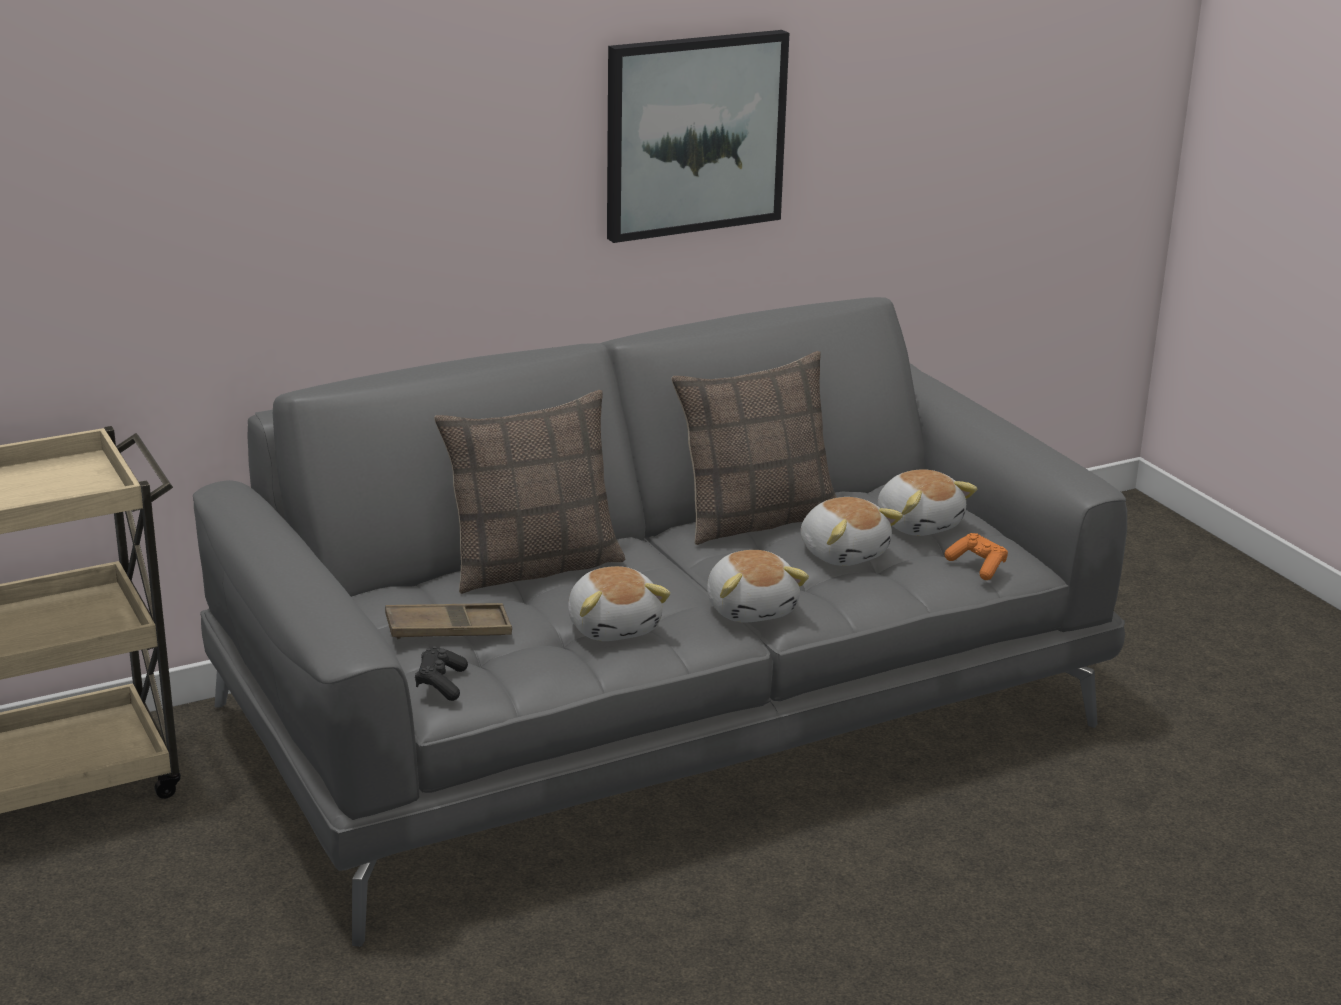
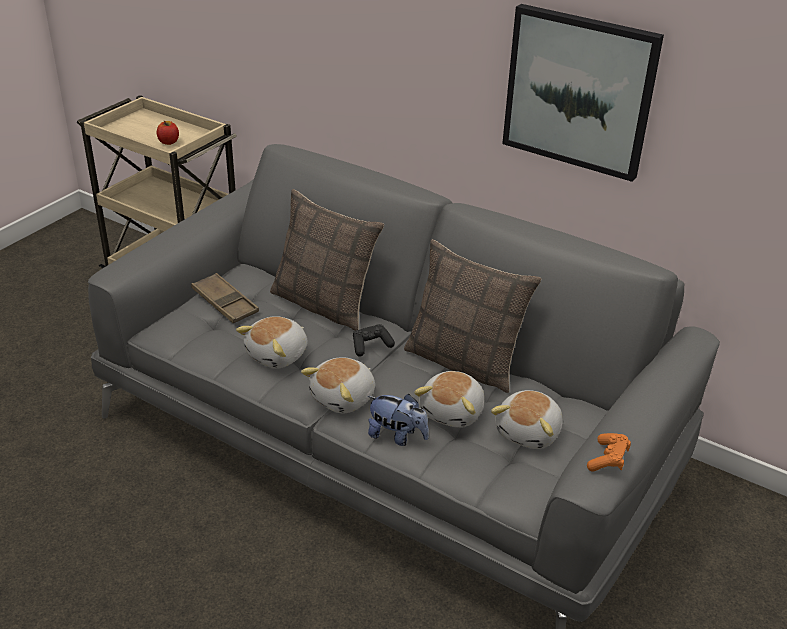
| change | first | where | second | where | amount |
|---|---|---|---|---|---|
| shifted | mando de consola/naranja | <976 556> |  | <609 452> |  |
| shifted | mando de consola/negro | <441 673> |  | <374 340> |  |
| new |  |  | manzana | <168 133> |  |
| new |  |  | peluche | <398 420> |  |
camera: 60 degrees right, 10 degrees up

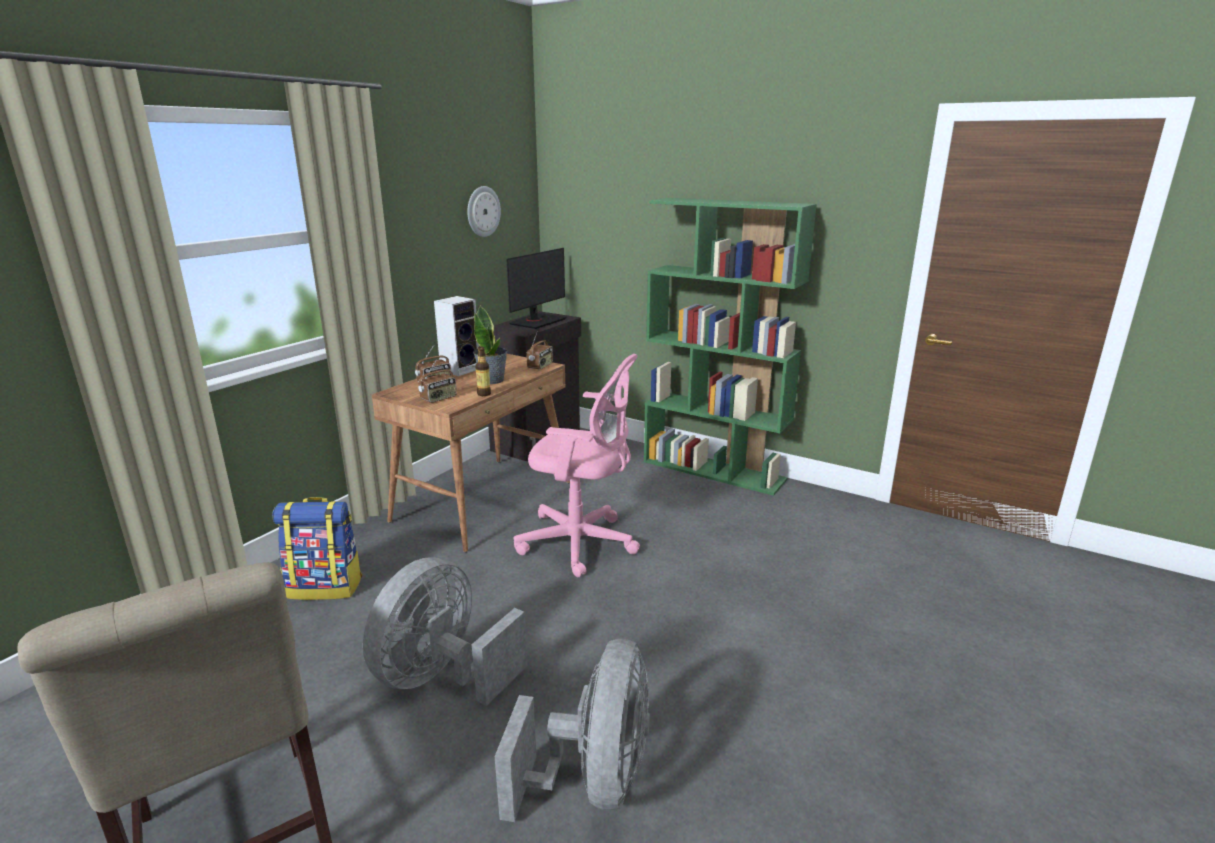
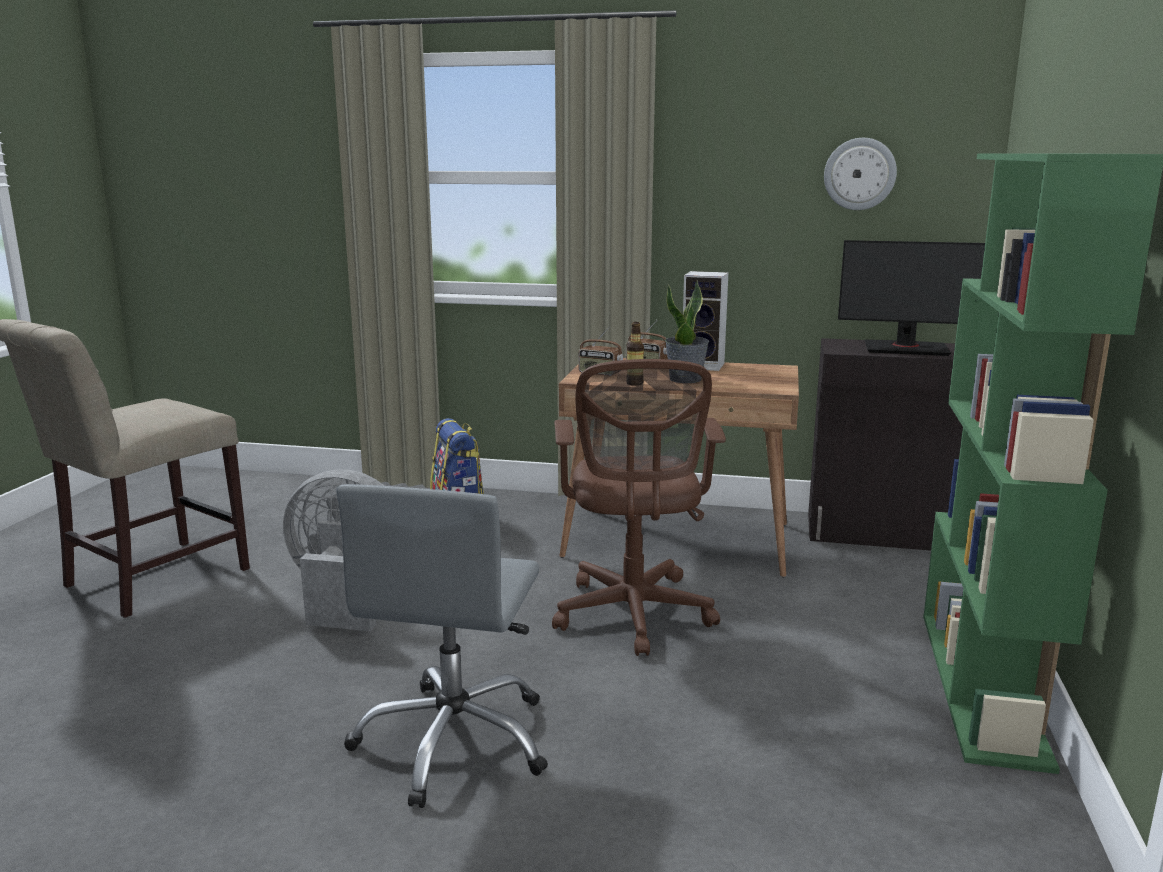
| change | first | where | second | where | amount |
|---|---|---|---|---|---|
| gone | radio | <539 351> |  |  |  |
| repainted | silla de oficina/rosa | <577 465> | silla de oficina/marrón | <639 507> |  |
| gone | ventilador/gris | <572 730> |  |  |  |
| new |  |  | silla de oficina/gris | <442 646> |  |
camera: 70 degrees right, 5 degrees down

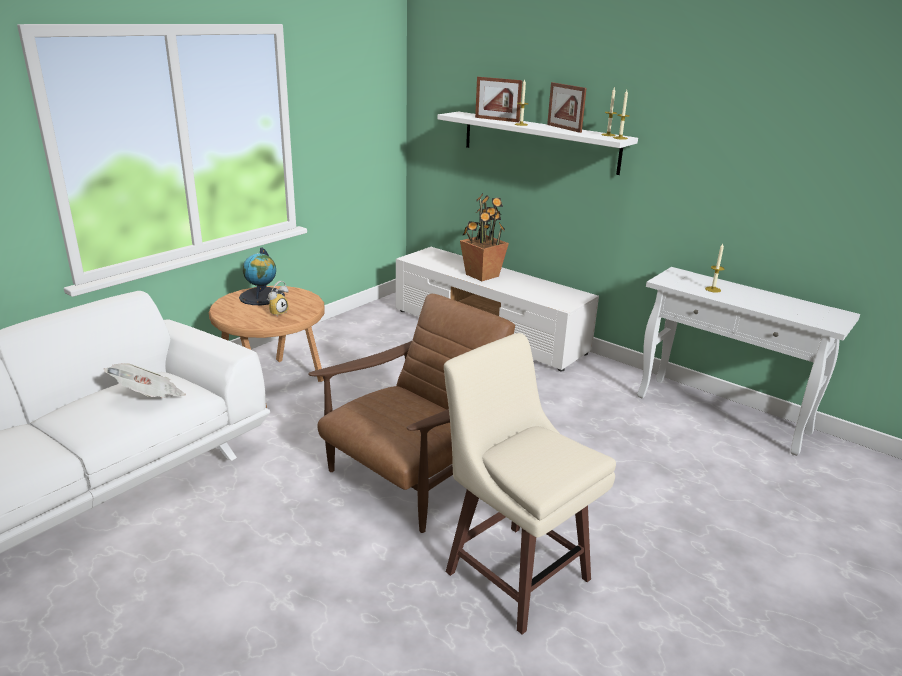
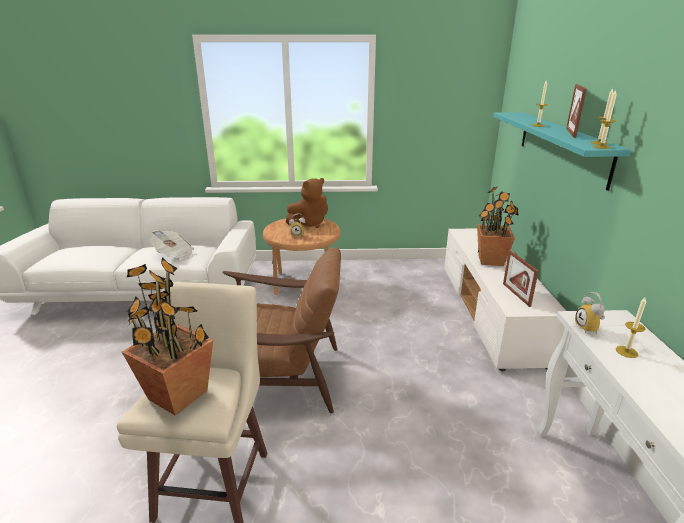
| change | first | where | second | where | amount |
|---|---|---|---|---|---|
| shifted | portarretratos | <498 100> |  | <521 278> |  |
| repainted | estante/blanco | <537 143> | estante/turquesa | <562 151> |  |
| swapped | globo terráqueo | <262 276> | peluche/marrón | <307 203> |  |
| new |  |  | planta en maceta | <167 336> |  |
| new |  |  | despertador | <590 313> |  |
camera: 50 degrees right, 0 degrees up

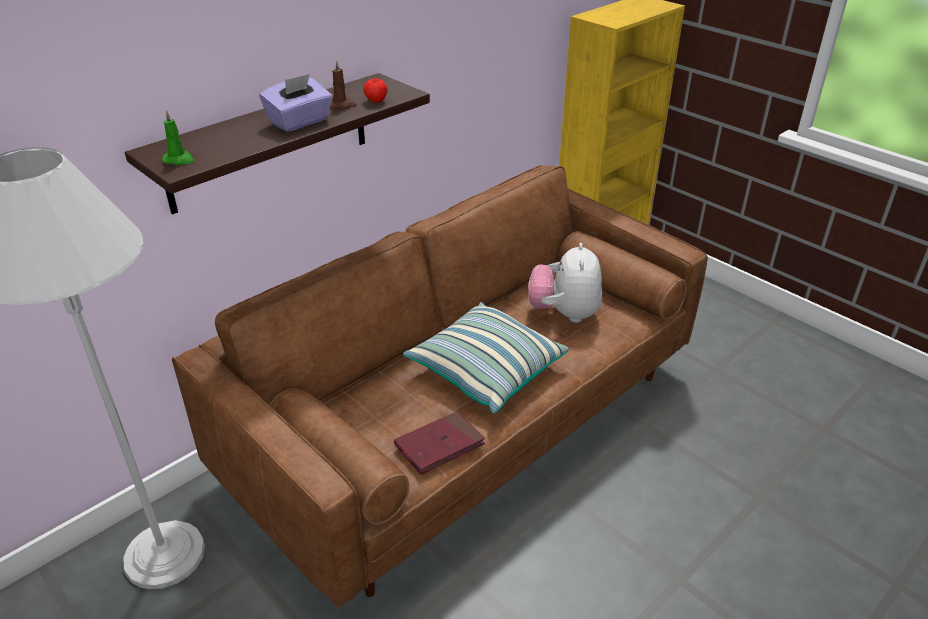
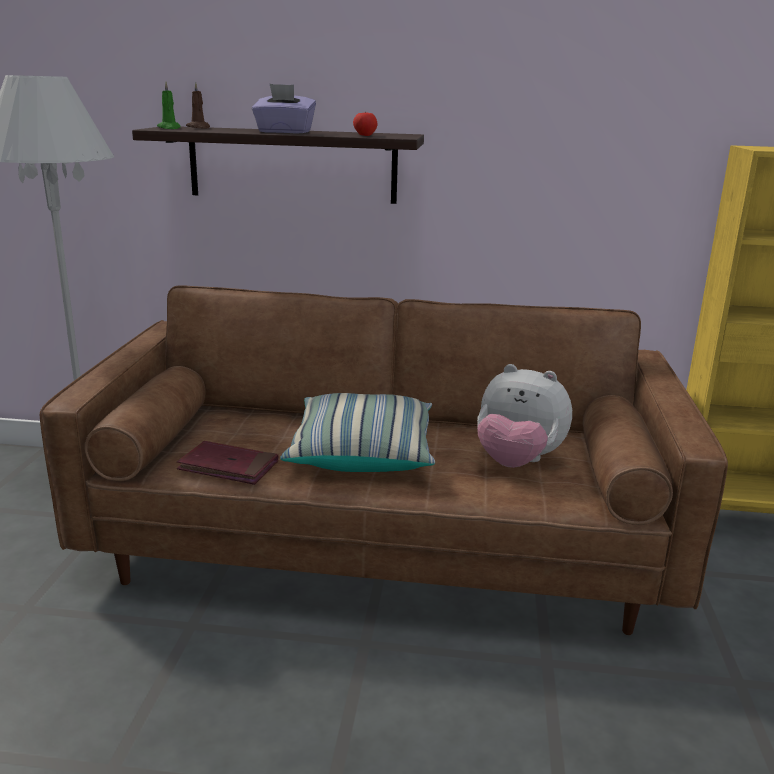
| change | first | where | second | where | amount |
|---|---|---|---|---|---|
| shifted | vela/marrón | <343 84> |  | <198 105> |  |
| rotated | peluche | <565 283> |  | <524 416> | 120 degrees counterclockwise |
camera: 50 degrees right, 15 degrees down

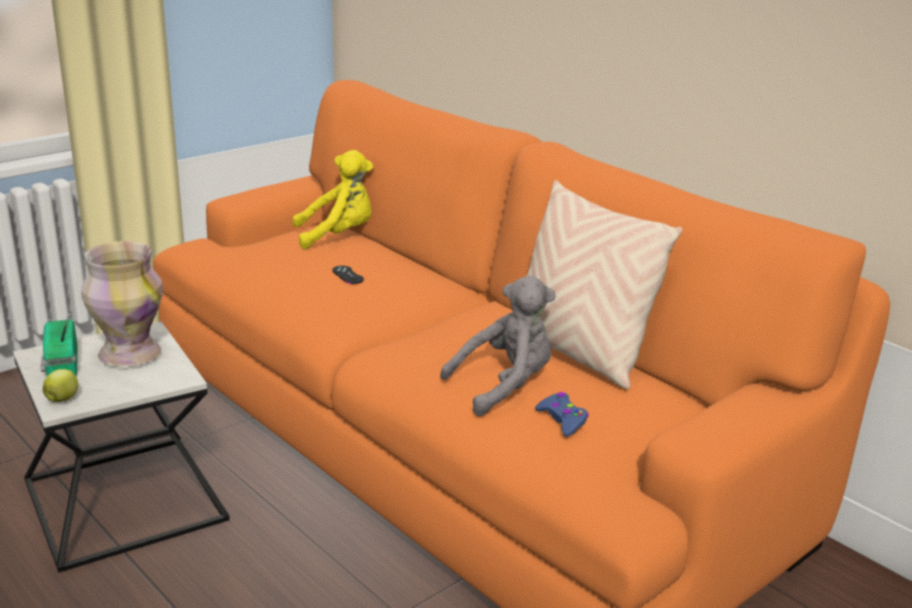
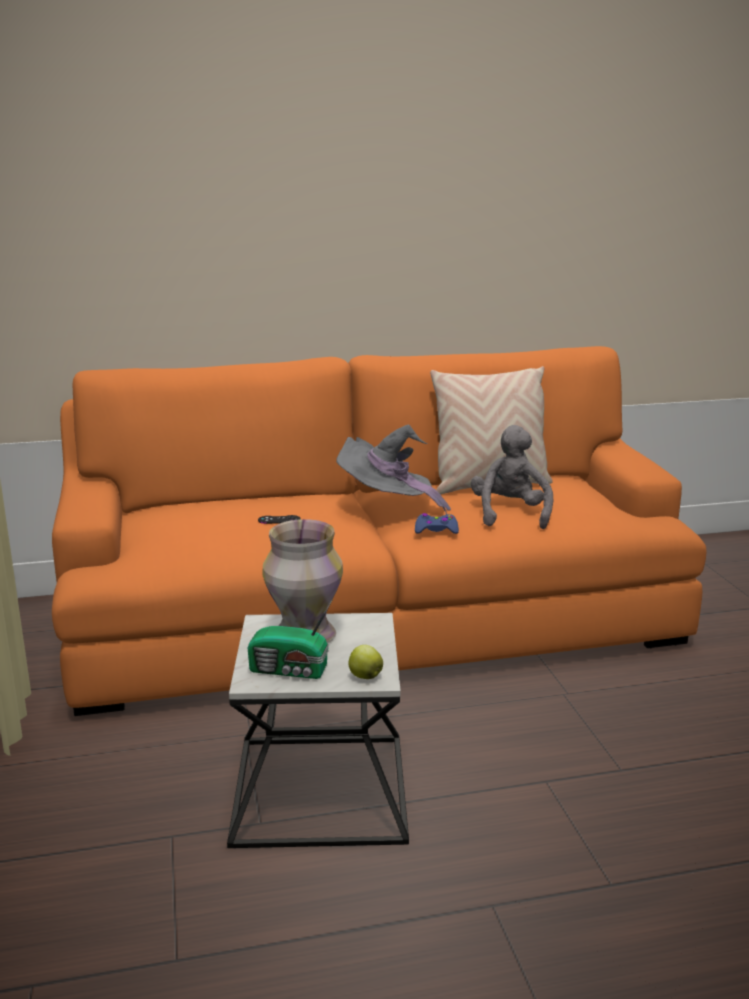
| change | first | where | second | where | amount |
|---|---|---|---|---|---|
| gone | peluche/amarillo | <333 199> |  |  |  |
| shifted | mando de consola/azul | <562 414> |  | <437 523> |  |
| new |  |  | sombrero/gris | <393 469> |  |
camera: 60 degrees left, 5 degrees down

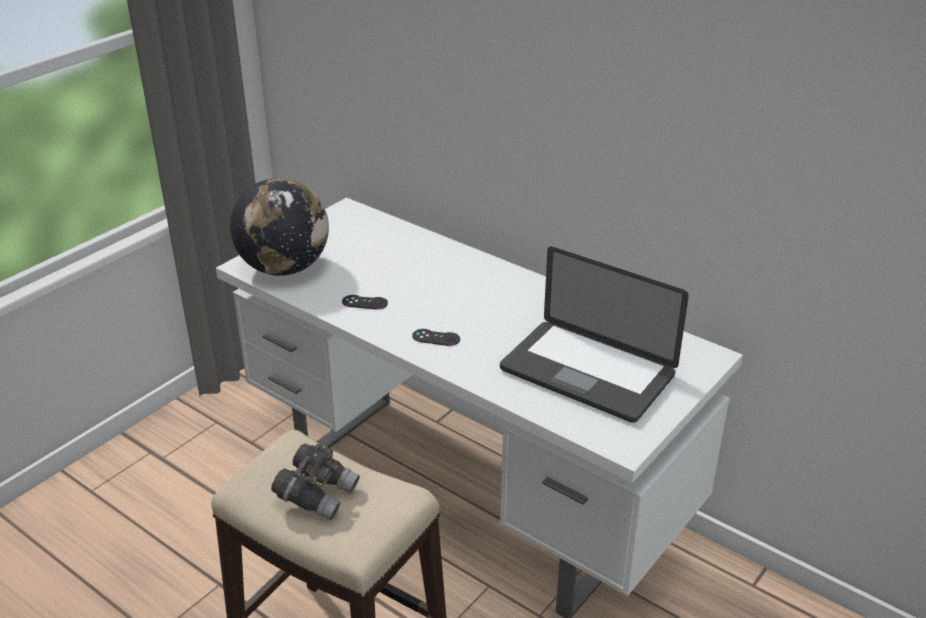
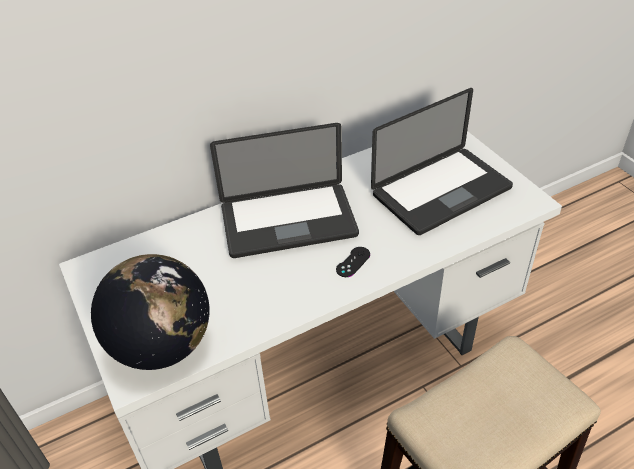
| change | first | where | second | where | amount |
|---|---|---|---|---|---|
| gone | mando de consola/negro | <365 302> |  |  |  |
| gone | prismáticos/gris | <315 481> |  |  |  |
| new |  |  | portátil | <284 190> |  |
camera: 65 degrees left, 10 degrees up

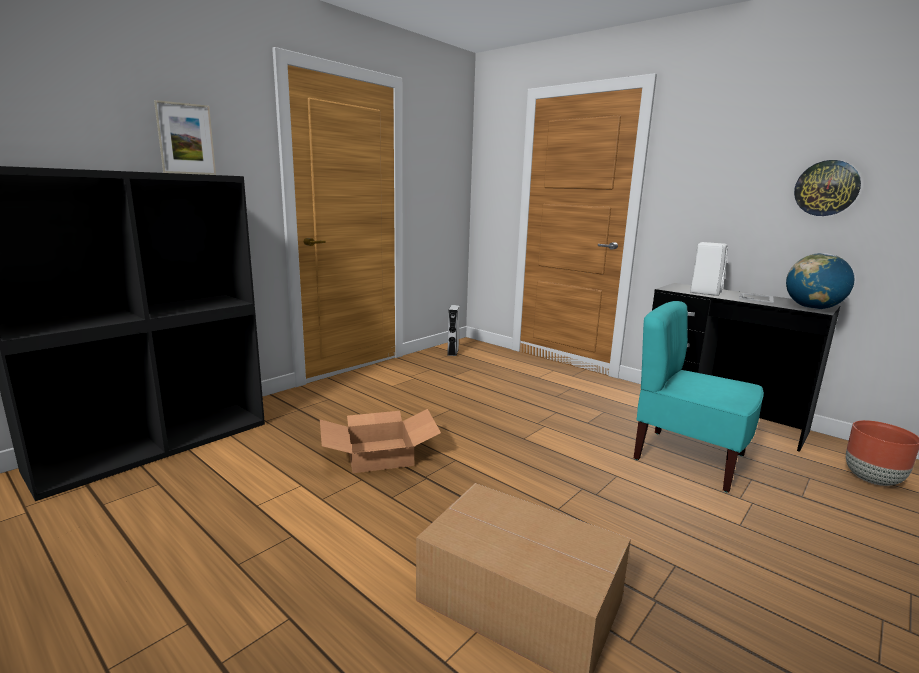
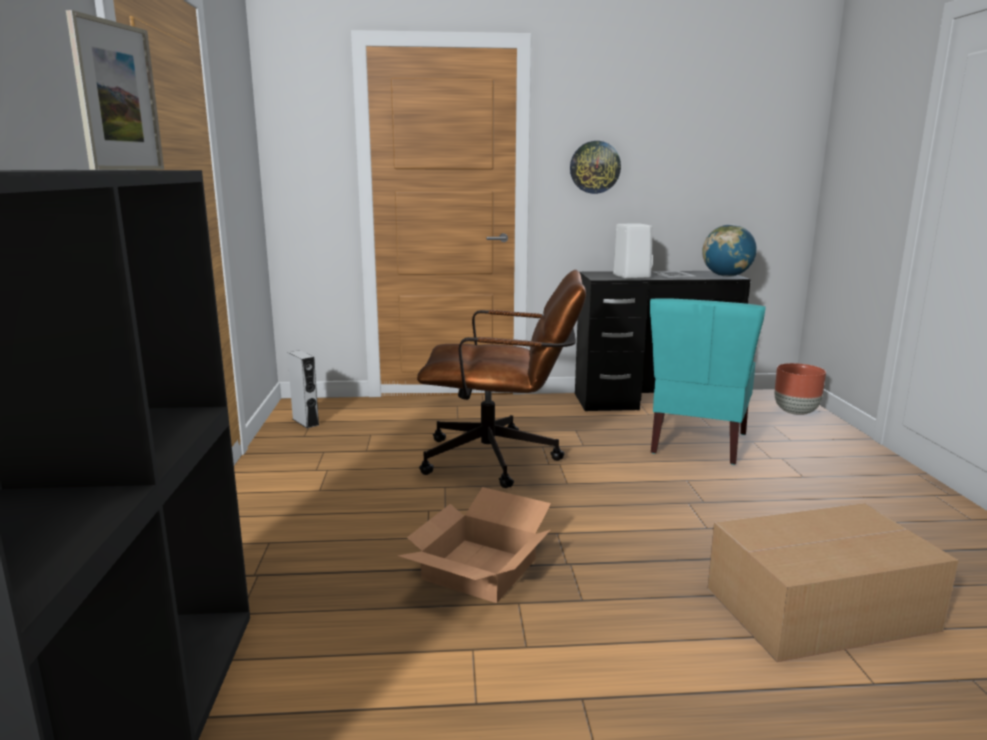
| change | first | where | second | where | amount |
|---|---|---|---|---|---|
| shifted | reloj de pared | <827 188> |  | <595 167> |  |
| rotated | silla/turquesa | <699 396> |  | <708 381> | 60 degrees counterclockwise |
| new |  |  | silla de oficina/marrón | <501 379> |  |
camera: 45 degrees left, 0 degrees up

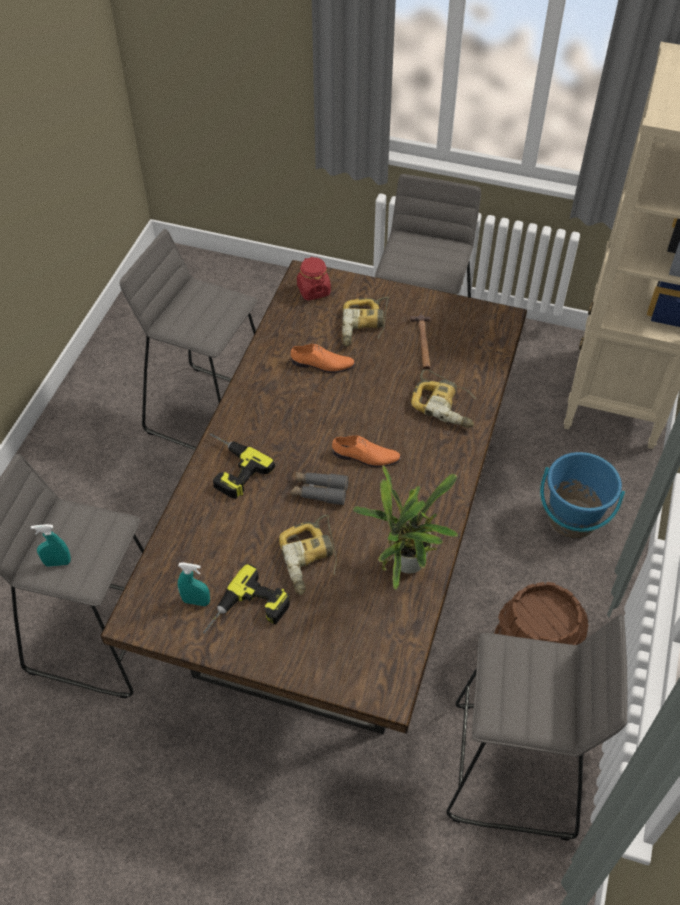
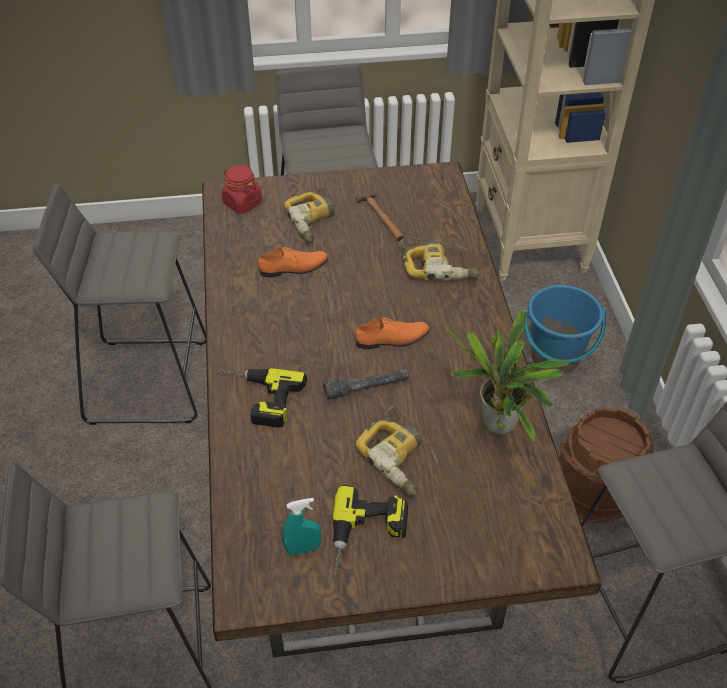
| change | first | where | second | where | amount |
|---|---|---|---|---|---|
| swapped | prismáticos/gris | <320 489> | linterna/gris | <366 384> |  |
| gone | pulverizador/turquesa | <51 545> |  |  |  |
camera: 25 degrees left, 5 degrees down

